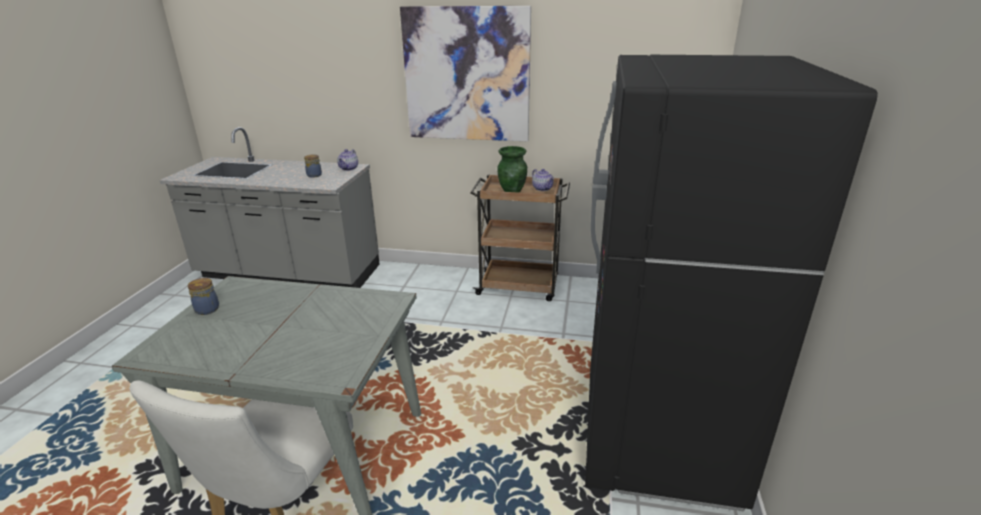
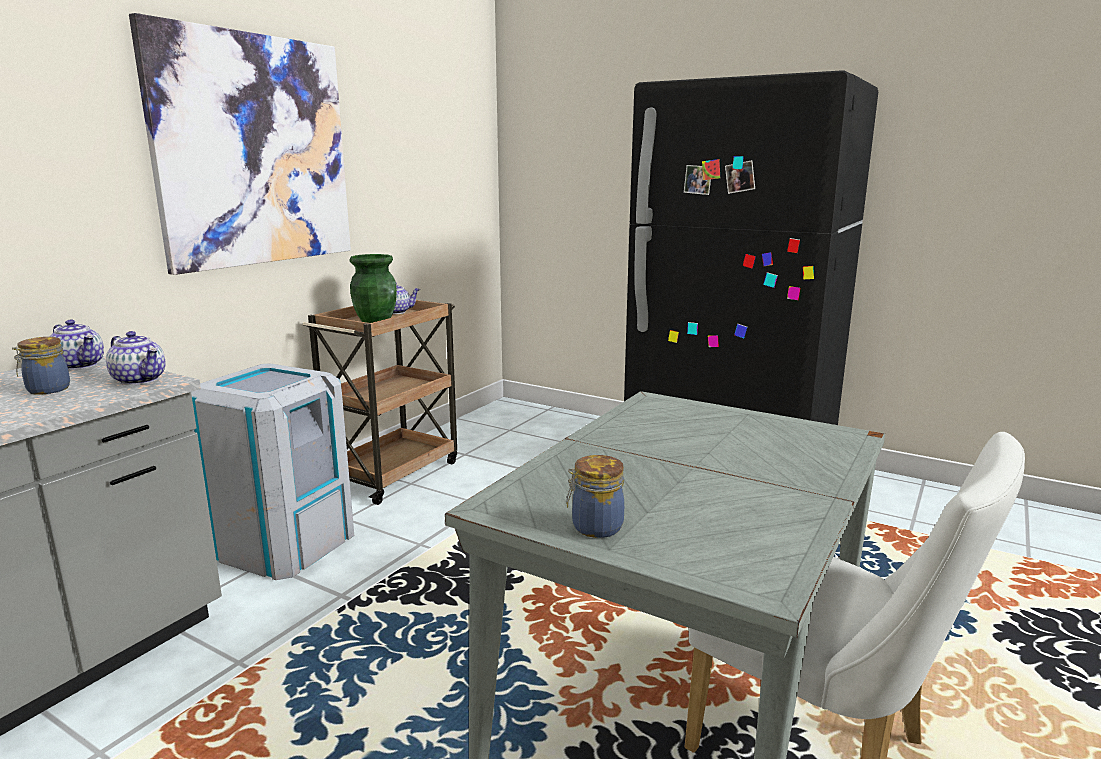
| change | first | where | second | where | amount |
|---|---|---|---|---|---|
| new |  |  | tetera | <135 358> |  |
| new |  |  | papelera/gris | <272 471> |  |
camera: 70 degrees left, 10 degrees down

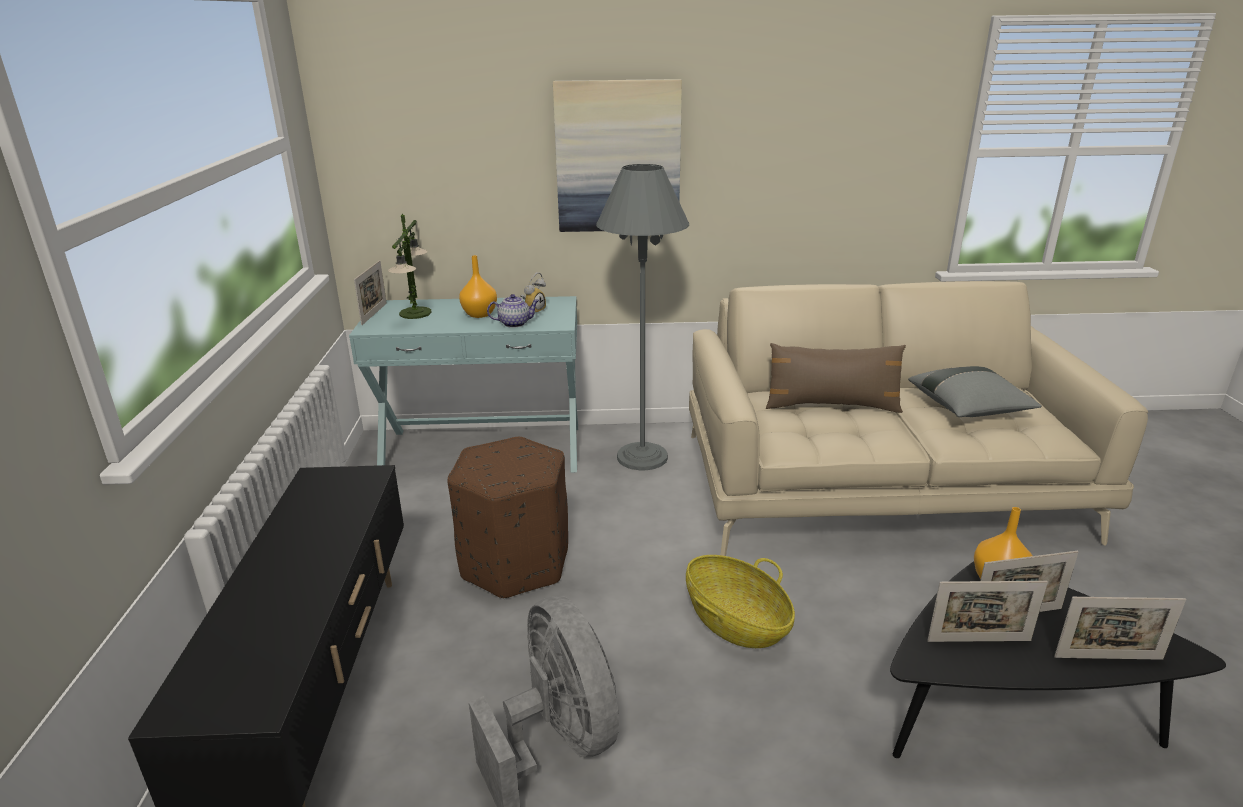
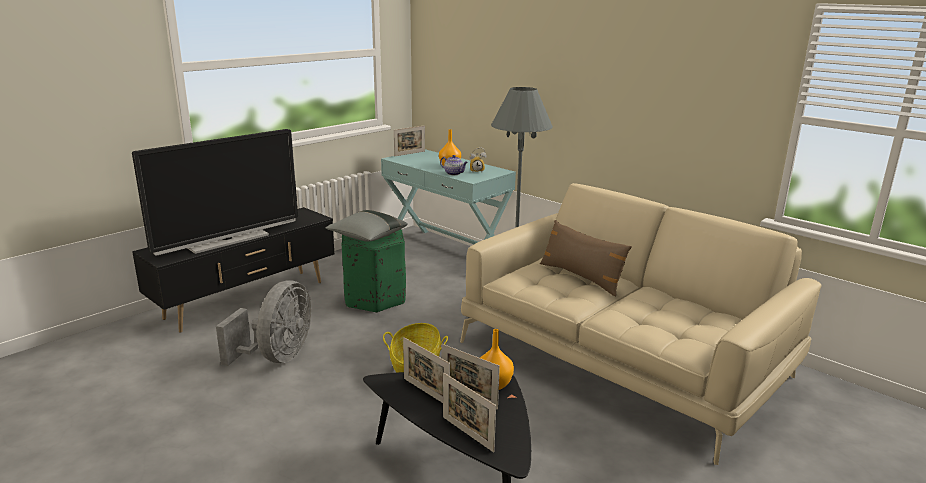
| change | first | where | second | where | amount |
|---|---|---|---|---|---|
| gone | cuadro | <617 155> |  |  |  |
| gone | lámpara de mesa | <410 266> |  |  |  |
| shifted | cojín/gris | <974 391> |  | <367 226> |  |
| repainted | puf/marrón | <507 518> | puf/verde | <374 271> |  |
| new |  |  | televisor | <215 192> |  |
camera: 45 degrees right, 5 degrees down

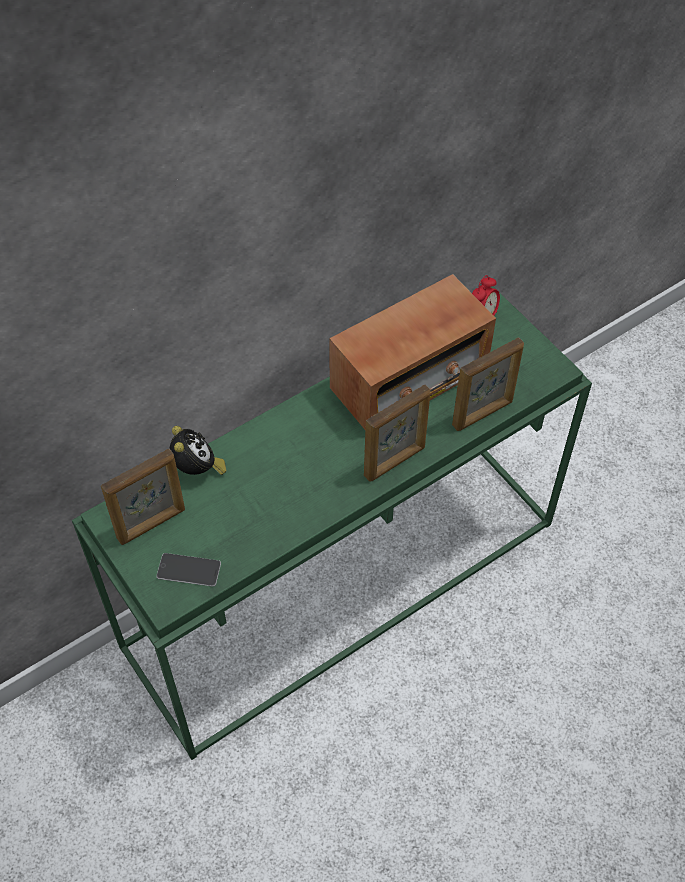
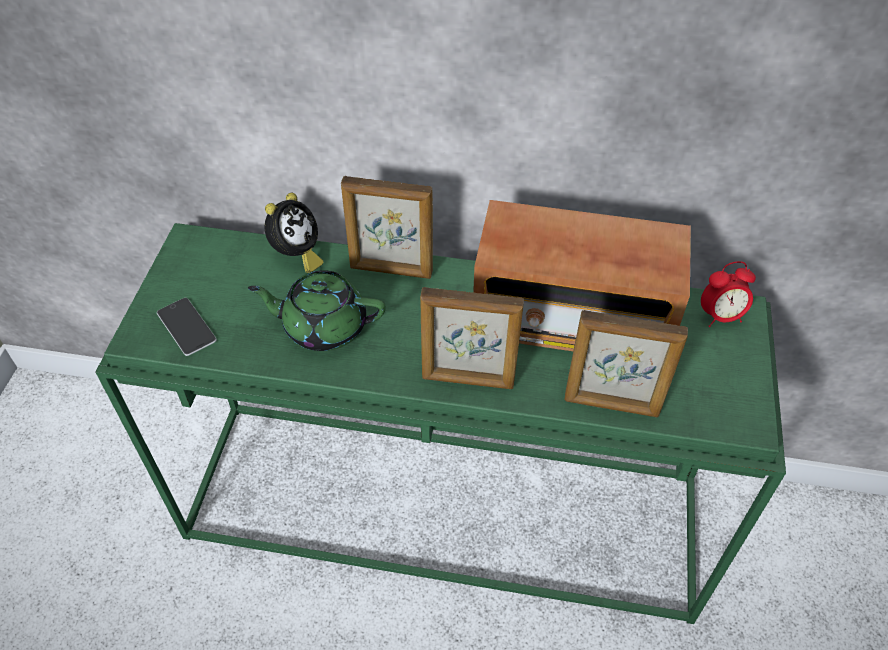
| change | first | where | second | where | amount |
|---|---|---|---|---|---|
| shifted | portarretratos | <143 497> |  | <387 227> |  |
| new |  |  | tetera/verde | <317 310> |  |
camera: 45 degrees right, 5 degrees down

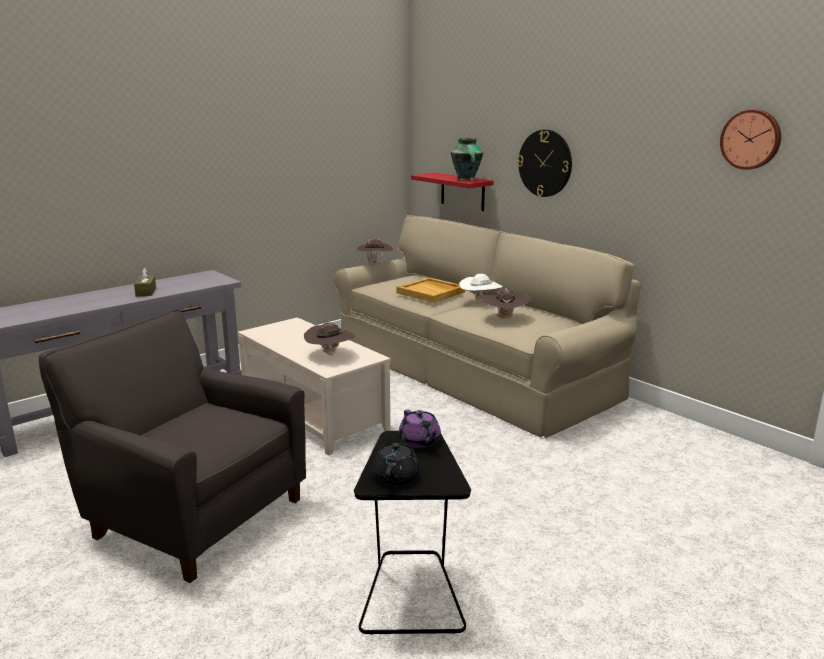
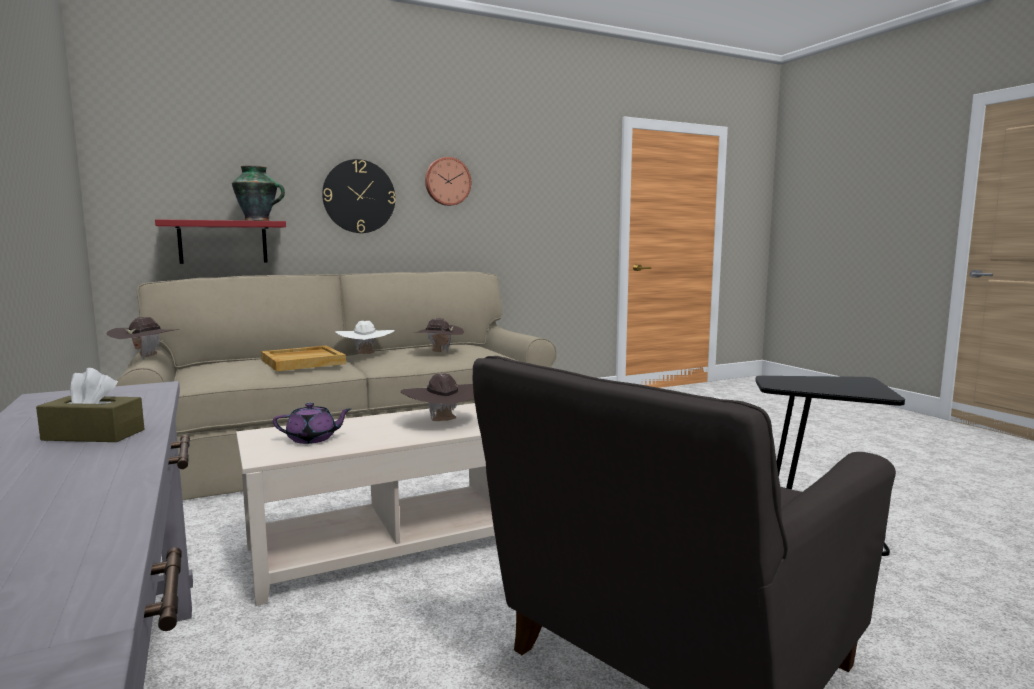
| change | first | where | second | where | amount |
|---|---|---|---|---|---|
| shifted | reloj de pared | <750 139> |  | <448 181> |  |
| shifted | tetera/morado | <419 428> |  | <312 423> |  |
| gone | tetera/negro | <396 459> |  |  |  |
camera: 75 degrees left, 10 degrees down

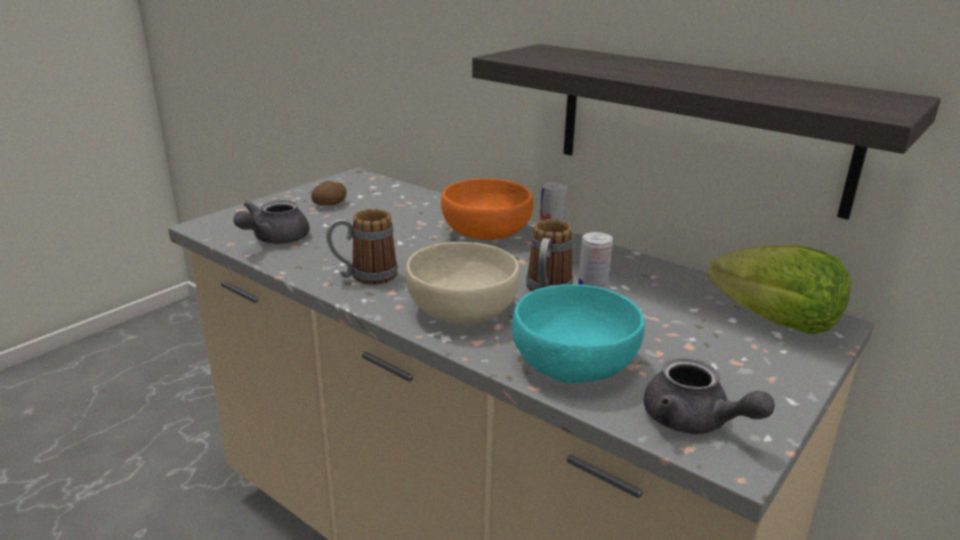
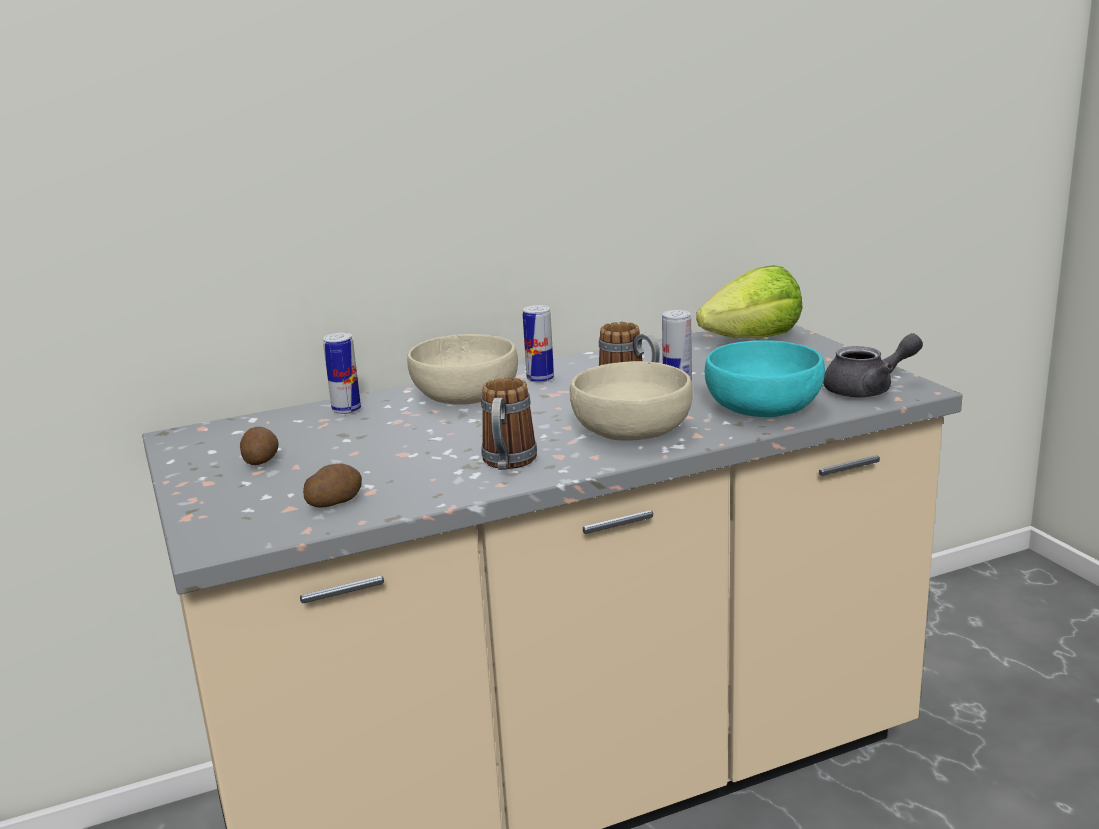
| change | first | where | second | where | amount |
|---|---|---|---|---|---|
| gone | estante | <706 132> |  |  |  |
| repainted | cuenco/naranja | <487 209> | cuenco/beis | <462 369> |  |
| swapped | tetera/gris | <271 222> | patata | <332 485> |  |
| new |  |  | lata | <342 373> |  |
camera: 60 degrees left, 5 degrees down

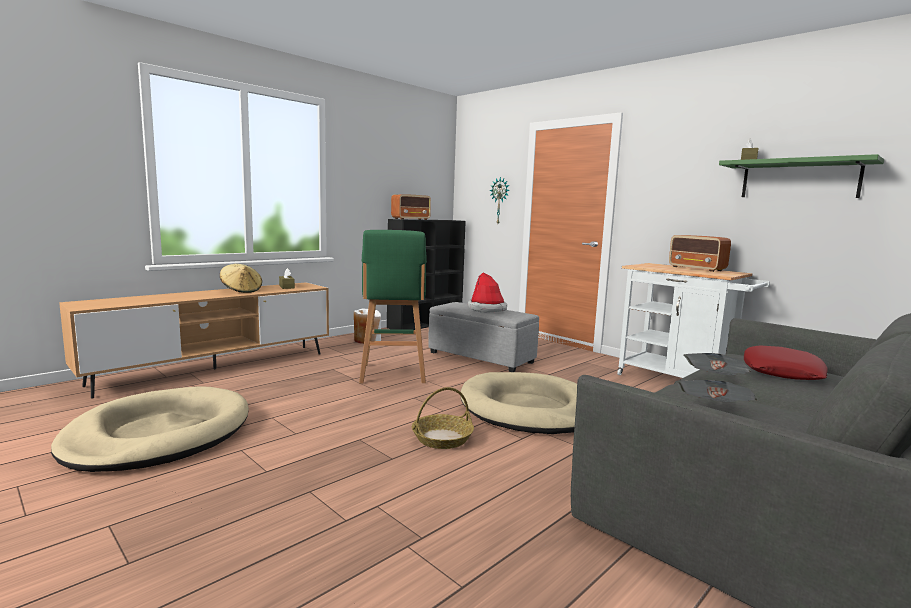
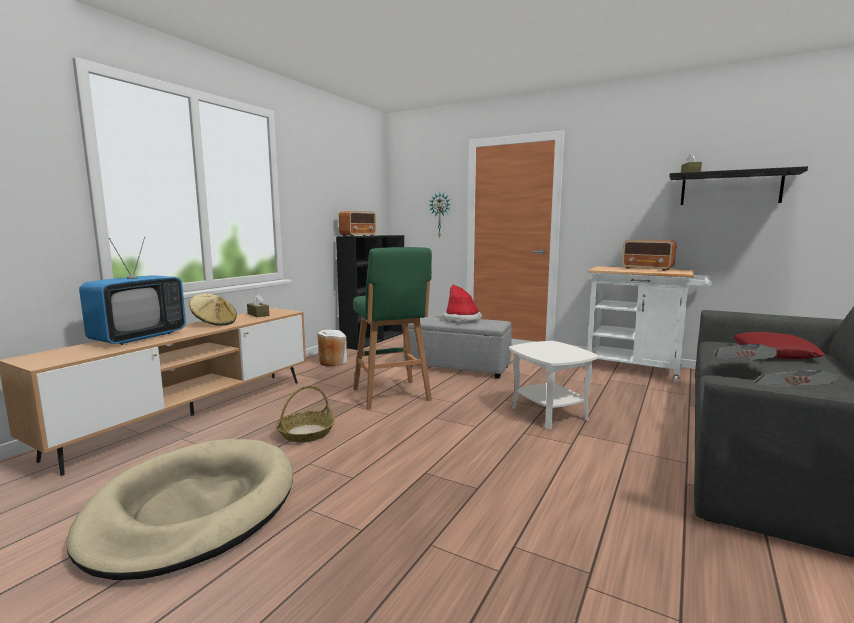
| change | first | where | second | where | amount |
|---|---|---|---|---|---|
| repainted | estante/verde | <801 176> | estante/negro | <738 185> |  |
| swapped | cama para perro/beis | <519 403> | mesa auxiliar/blanco | <554 385> |  |
| shifted | cesta | <443 418> |  | <305 414> |  |
| new |  |  | televisor | <132 291> |  |
camera: 15 degrees left, 0 degrees up

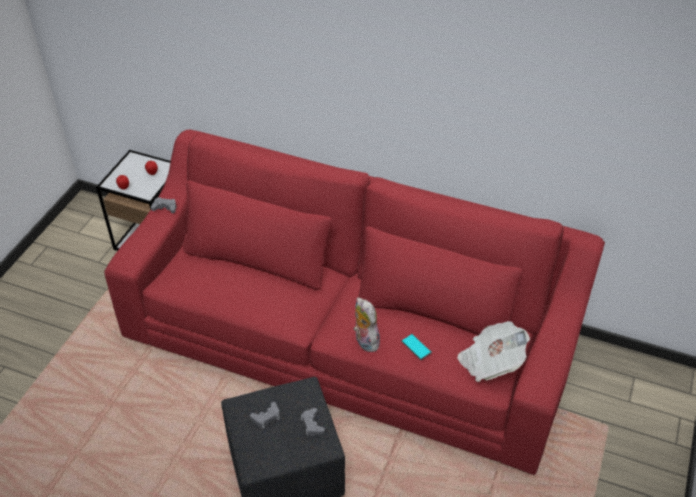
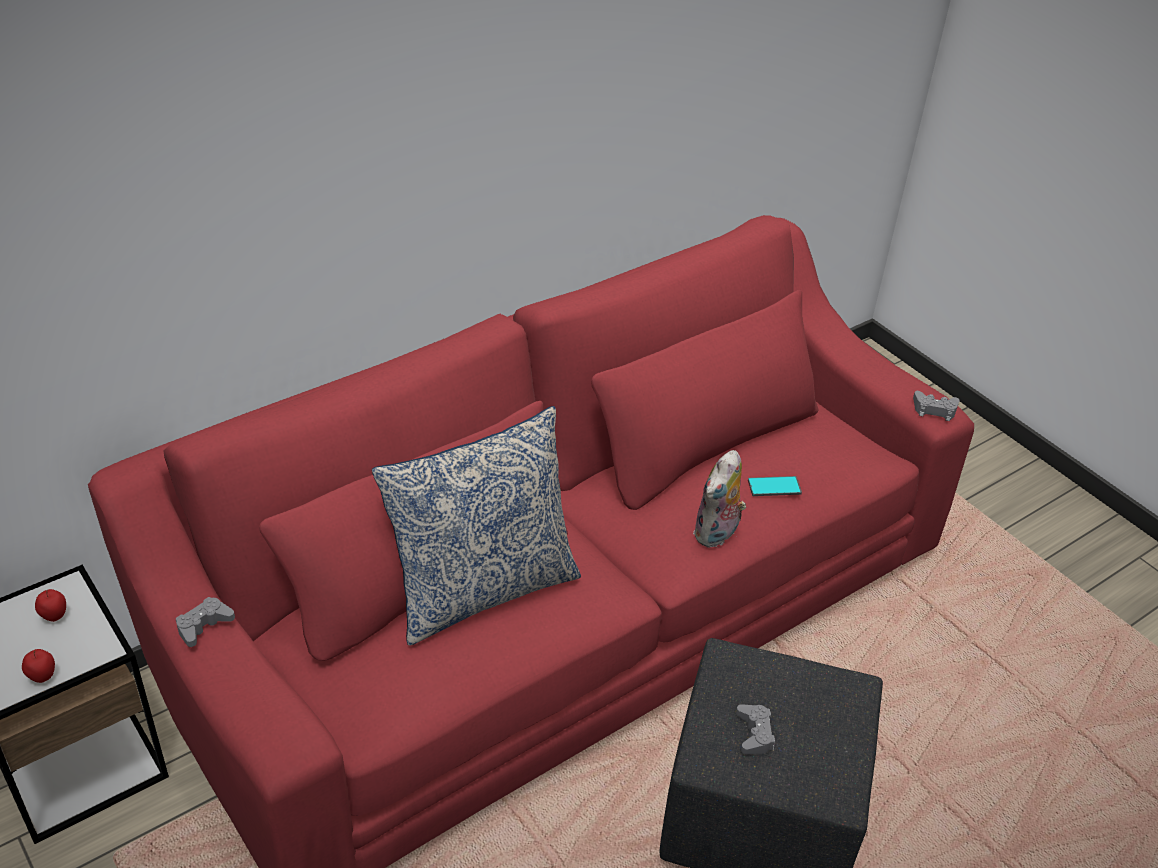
| change | first | where | second | where | amount |
|---|---|---|---|---|---|
| rotated | peluche | <367 324> |  | <719 499> | 60 degrees counterclockwise |
| gone | periódico | <493 351> |  |  |  |
| shifted | mando de consola/gris | <313 422> |  | <936 406> |  |
| new |  |  | cojín | <476 526> |  |
camera: 60 degrees left, 5 degrees down

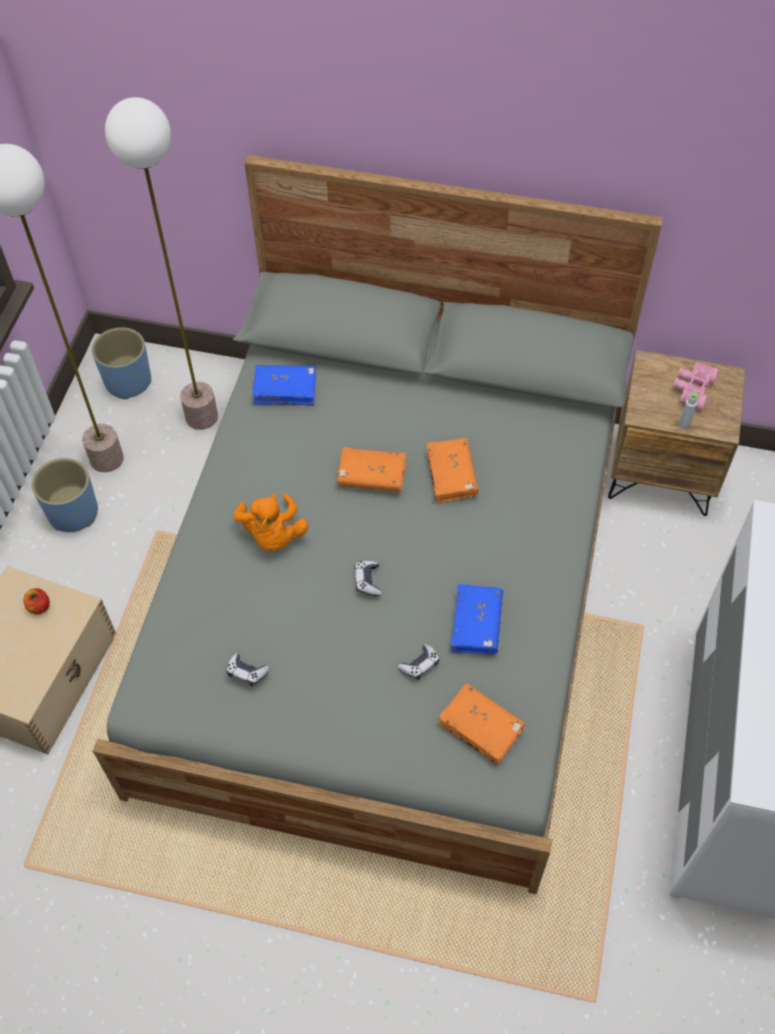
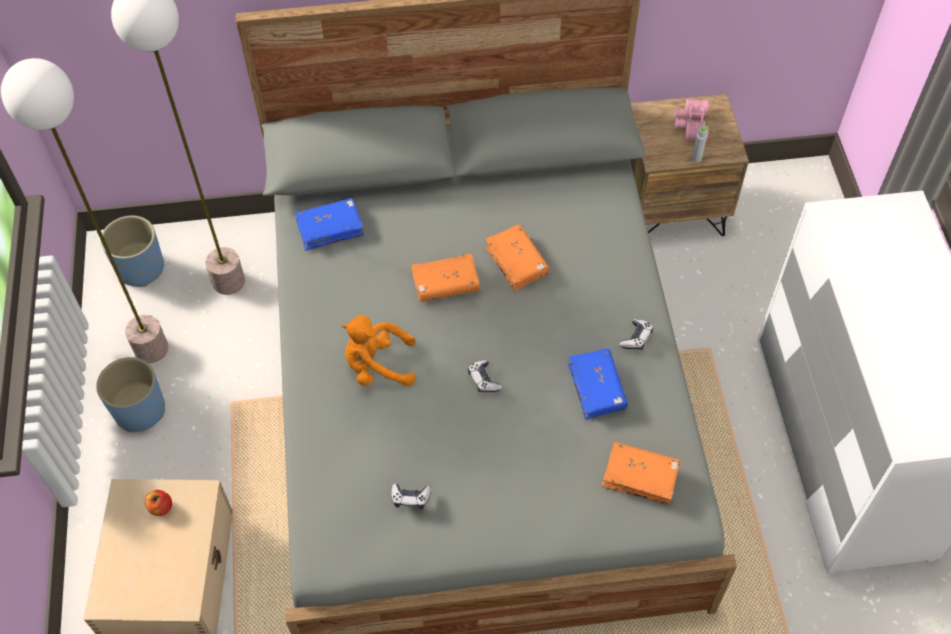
| change | first | where | second | where | amount |
|---|---|---|---|---|---|
| rotated | peluche/naranja | <271 522> |  | <378 350> | 120 degrees clockwise |
| shifted | mando de consola | <418 662> |  | <636 334> |  |
camera: 20 degrees left, 0 degrees up

